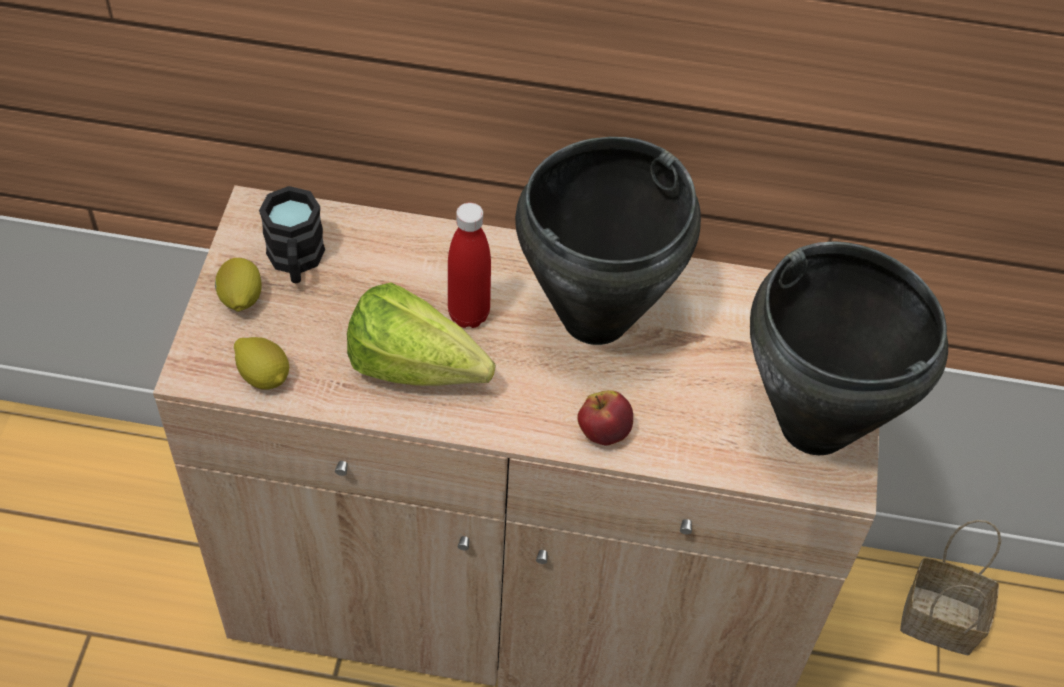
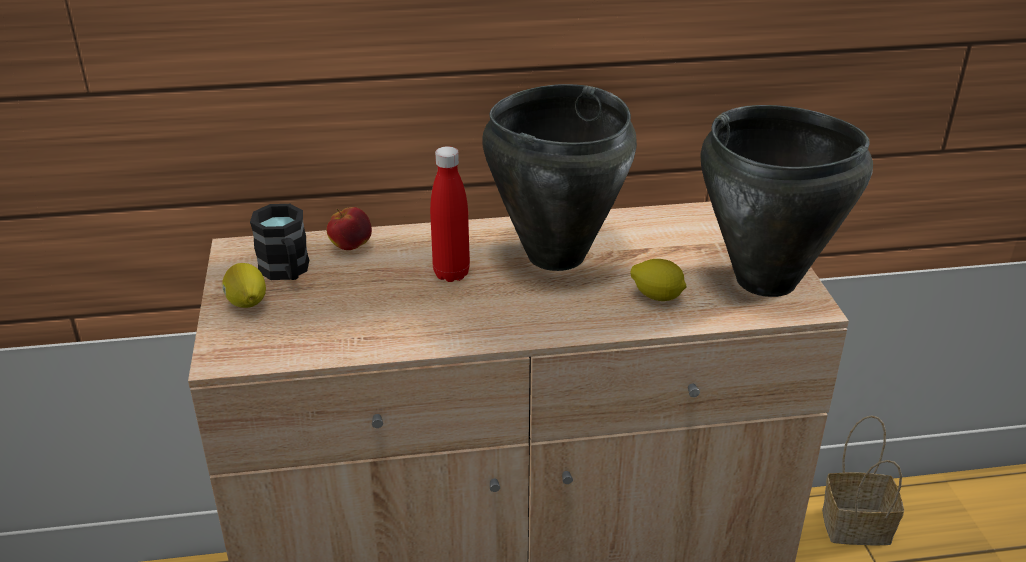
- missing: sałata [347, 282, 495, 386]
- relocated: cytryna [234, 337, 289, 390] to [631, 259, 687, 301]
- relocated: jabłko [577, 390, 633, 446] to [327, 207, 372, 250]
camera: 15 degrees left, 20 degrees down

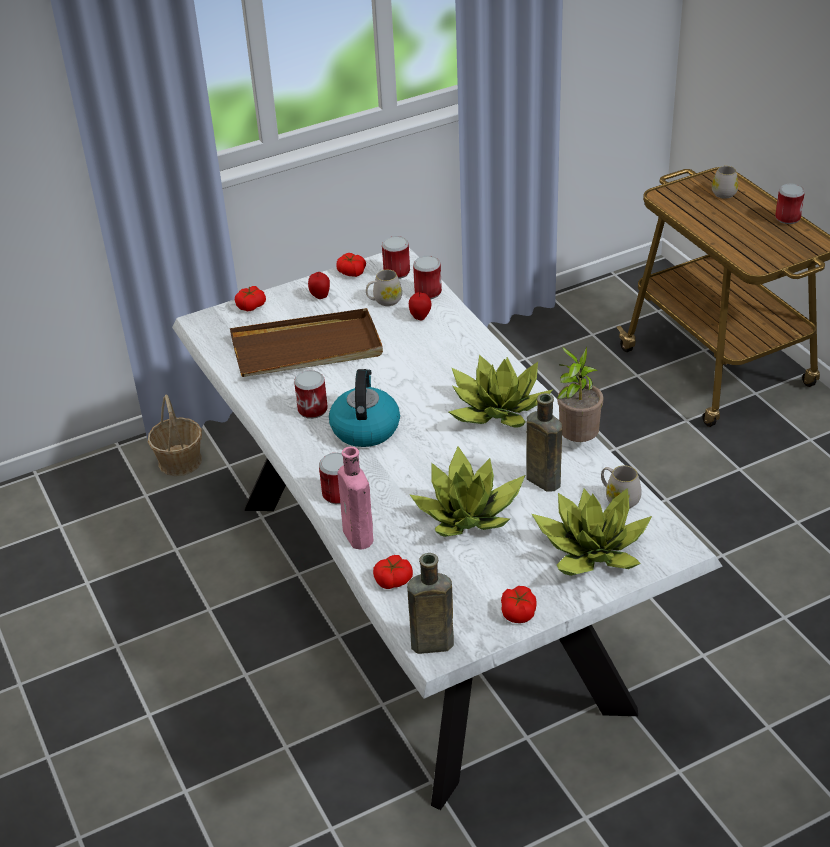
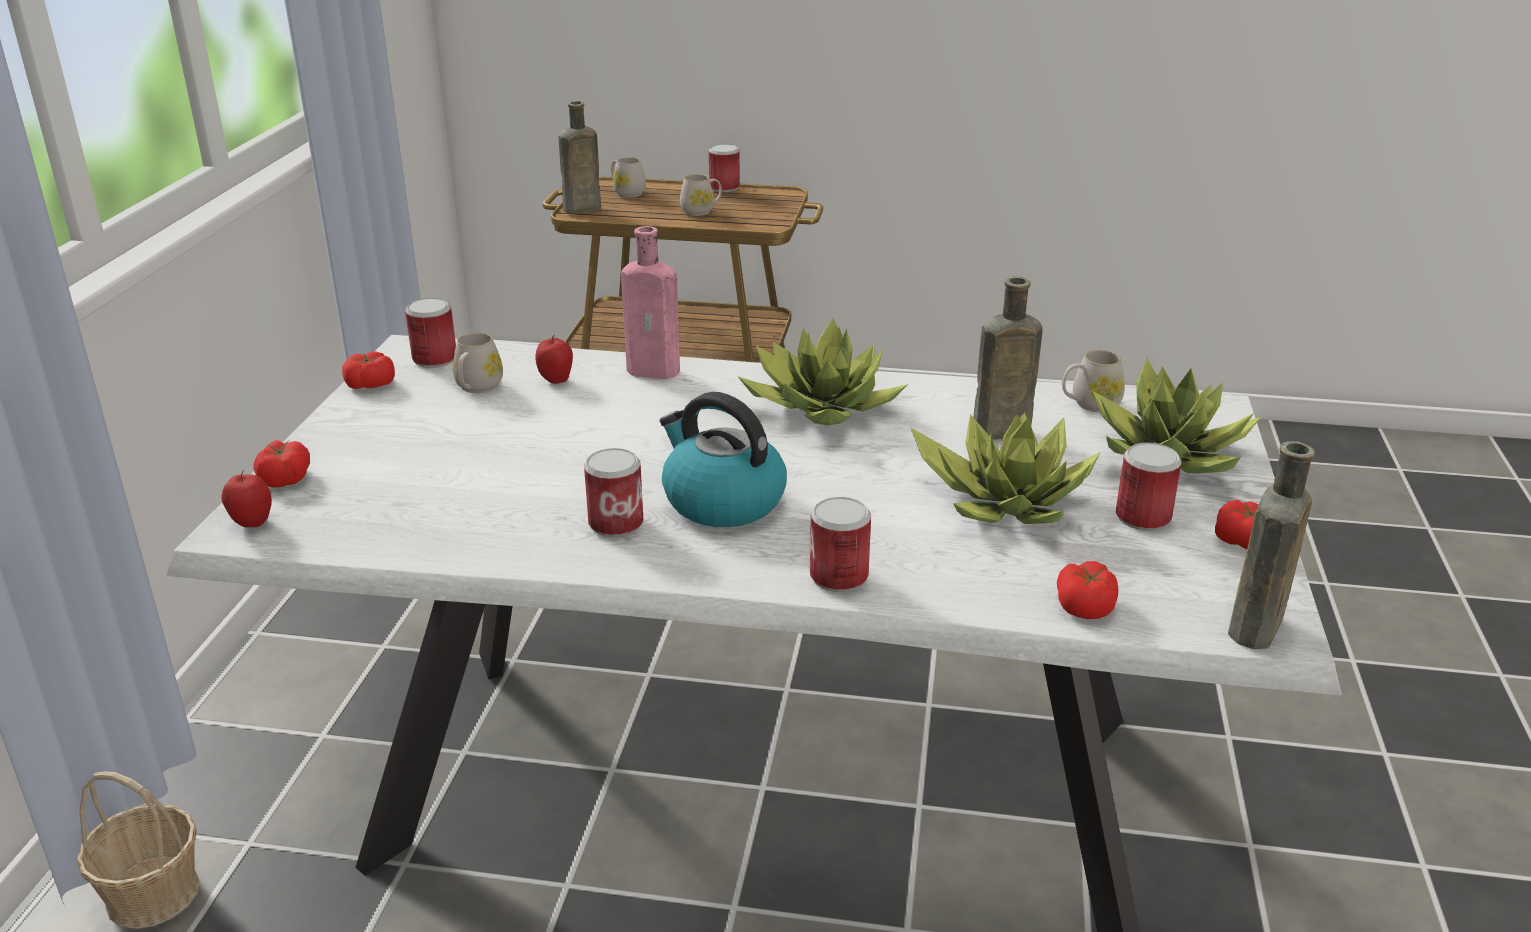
- missing: taca/brązowy [230, 308, 383, 377]
- missing: roślina doniczkowa [557, 346, 603, 442]
- appeared: butelka/brązowy [558, 101, 601, 214]
- appeared: kubek/biały [680, 174, 722, 216]
- relocated: jabłko [308, 272, 330, 299] to [222, 470, 272, 527]
- relocated: butelka/różowy [338, 447, 373, 550] to [621, 226, 680, 379]
- relocated: puszka [413, 256, 442, 299] to [1116, 443, 1181, 531]
camera: 55 degrees left, 10 degrees down

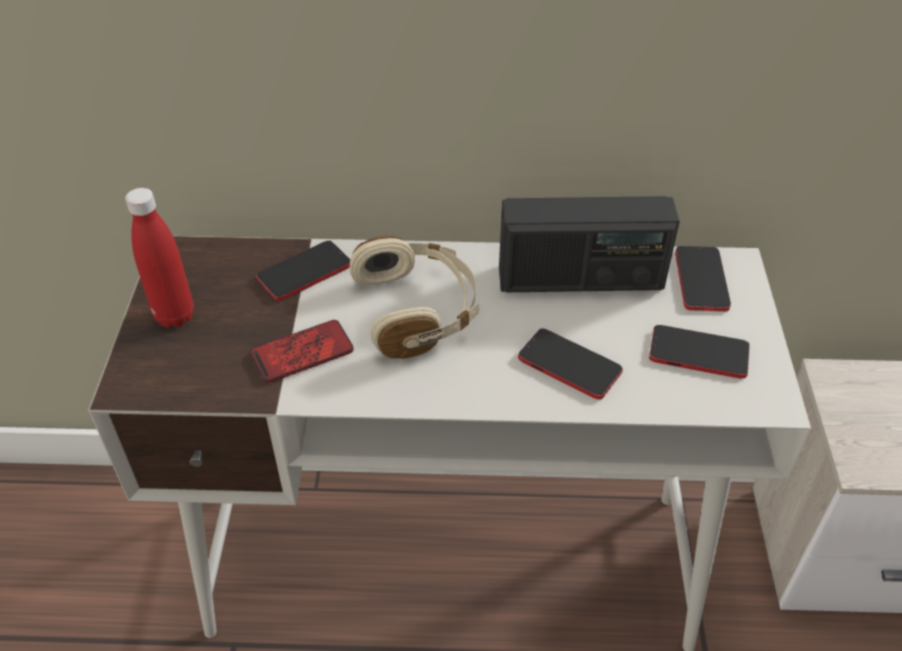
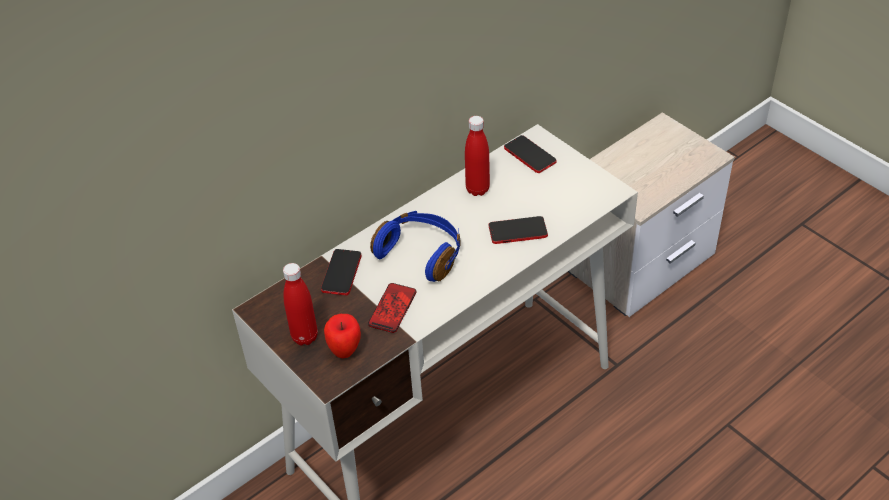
- missing: telefon [649, 325, 750, 378]
- appeared: jabłko [324, 314, 361, 359]
- exchanged: radio [499, 196, 680, 292] to butelka/czerwony [465, 116, 490, 196]
- colour: słuchawki/beżowy [350, 235, 479, 359] to słuchawki/niebieski [370, 211, 461, 282]
camera: 40 degrees left, 0 degrees up

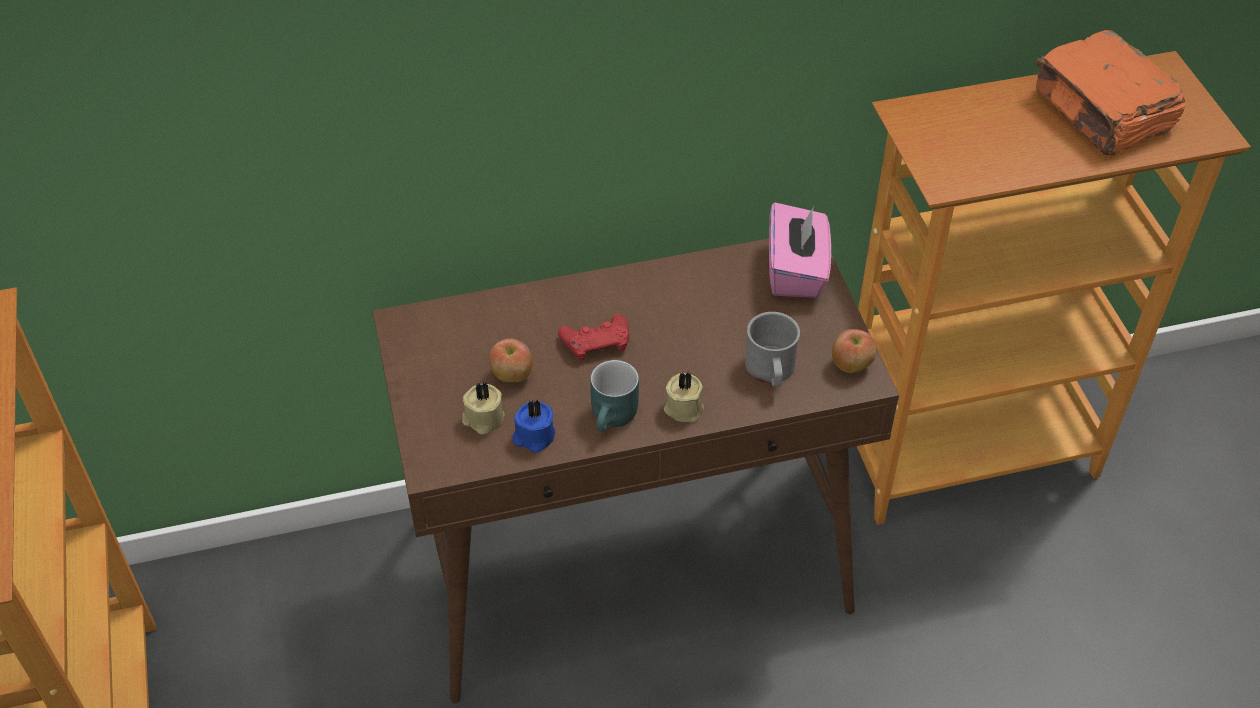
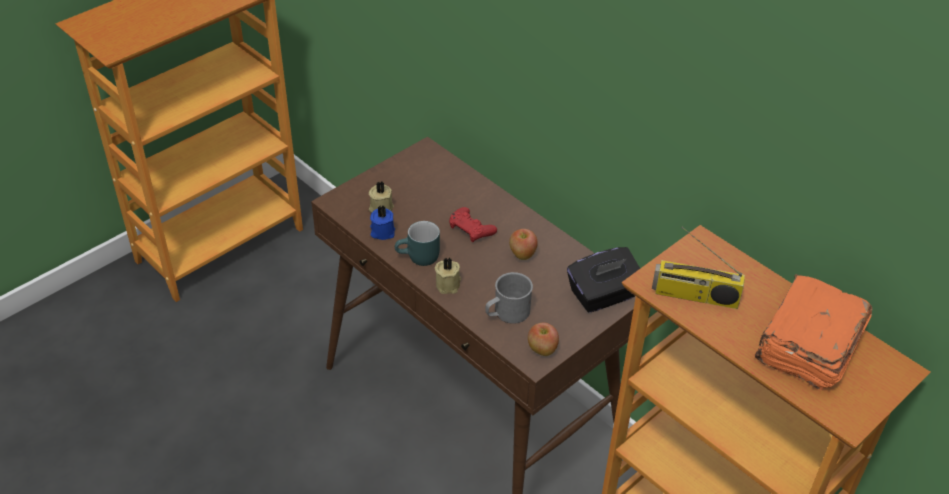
- appeared: radio [652, 227, 745, 309]
- relocated: jabłko [489, 338, 533, 382] to [509, 229, 538, 260]
- colour: pudełko chusteczek/różowy [769, 202, 831, 298] to pudełko chusteczek/czarny [567, 247, 640, 313]
camera: 60 degrees right, 5 degrees down

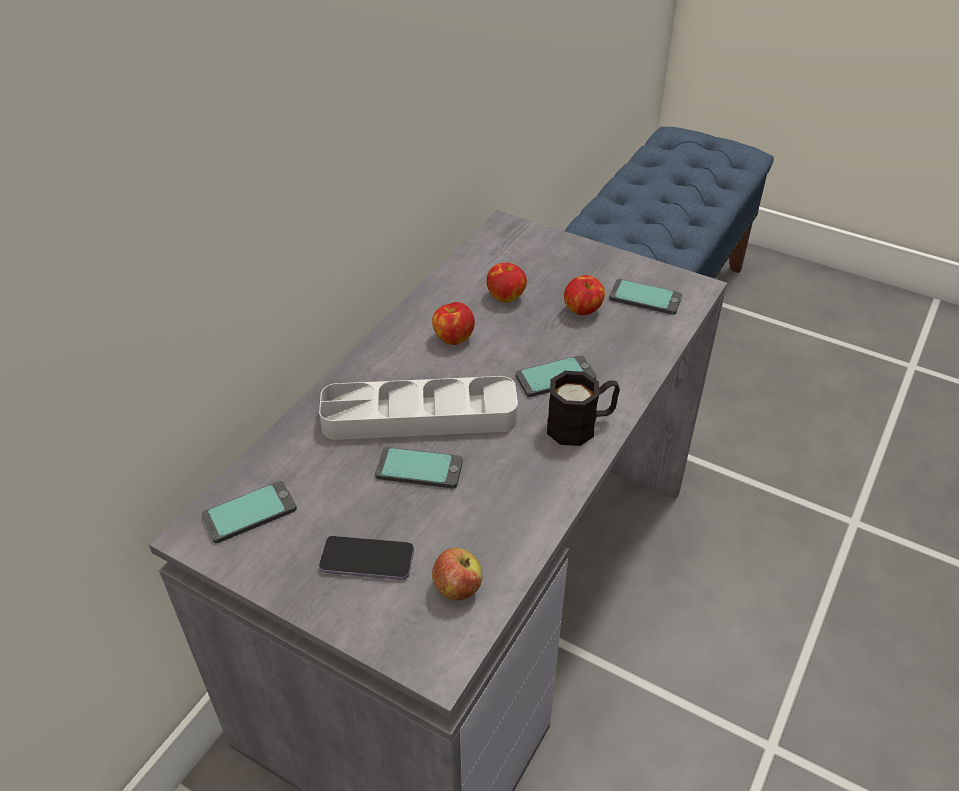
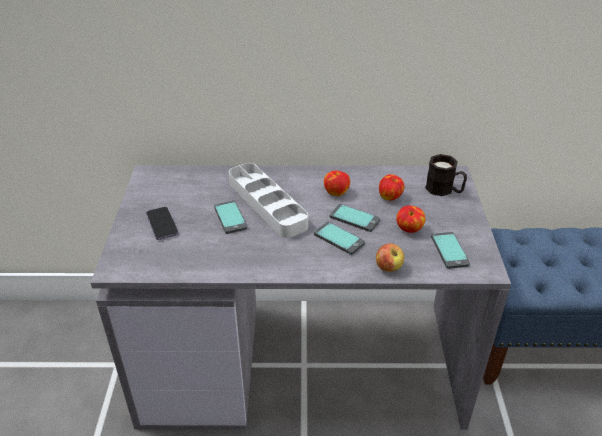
- relocated: telefon [202, 481, 297, 543] to [330, 204, 380, 232]
- relocated: jabłko [432, 548, 482, 601] to [376, 244, 404, 272]
- relocated: kubek/czarny [547, 371, 620, 446] to [425, 154, 467, 196]
camera: 60 degrees right, 5 degrees down

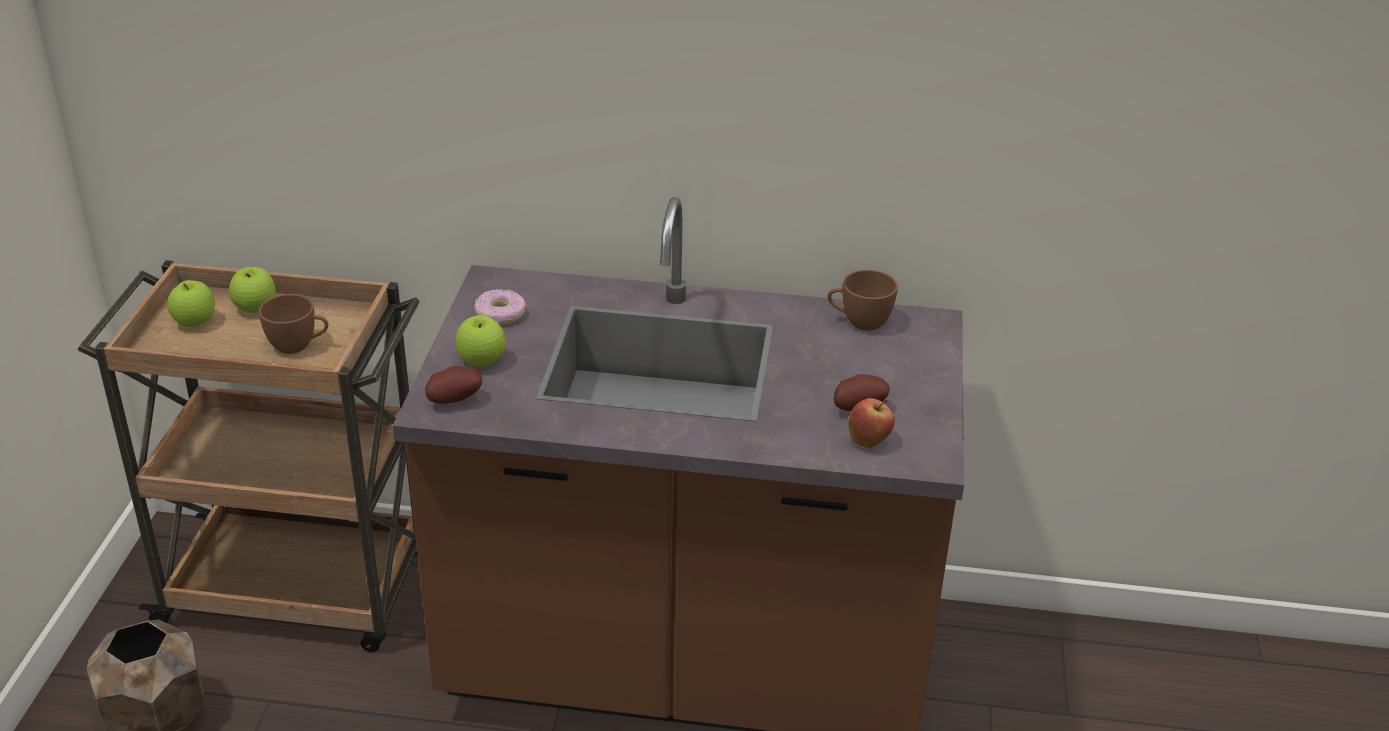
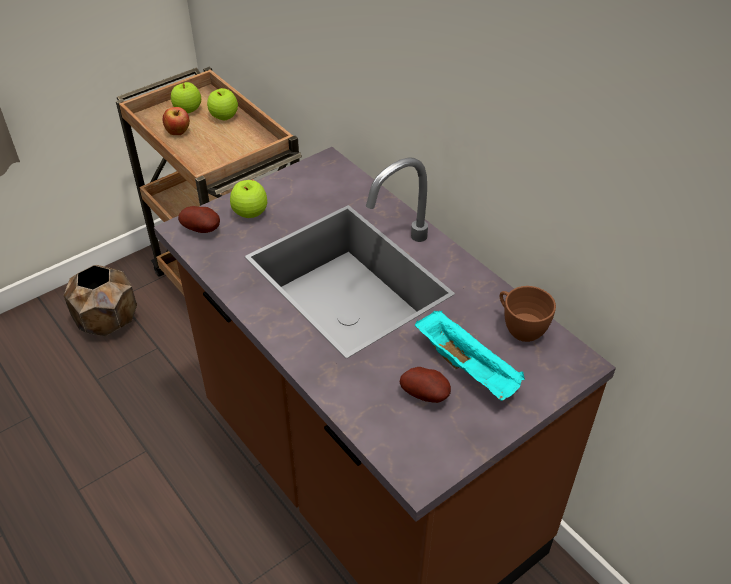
- missing: filiżanka/brązowy [259, 294, 328, 354]
- missing: donut [474, 289, 526, 325]
- appeared: taca/turkusowy [415, 311, 525, 401]
- relocated: jabłko [848, 398, 895, 448] to [163, 107, 190, 135]
camera: 45 degrees right, 10 degrees up

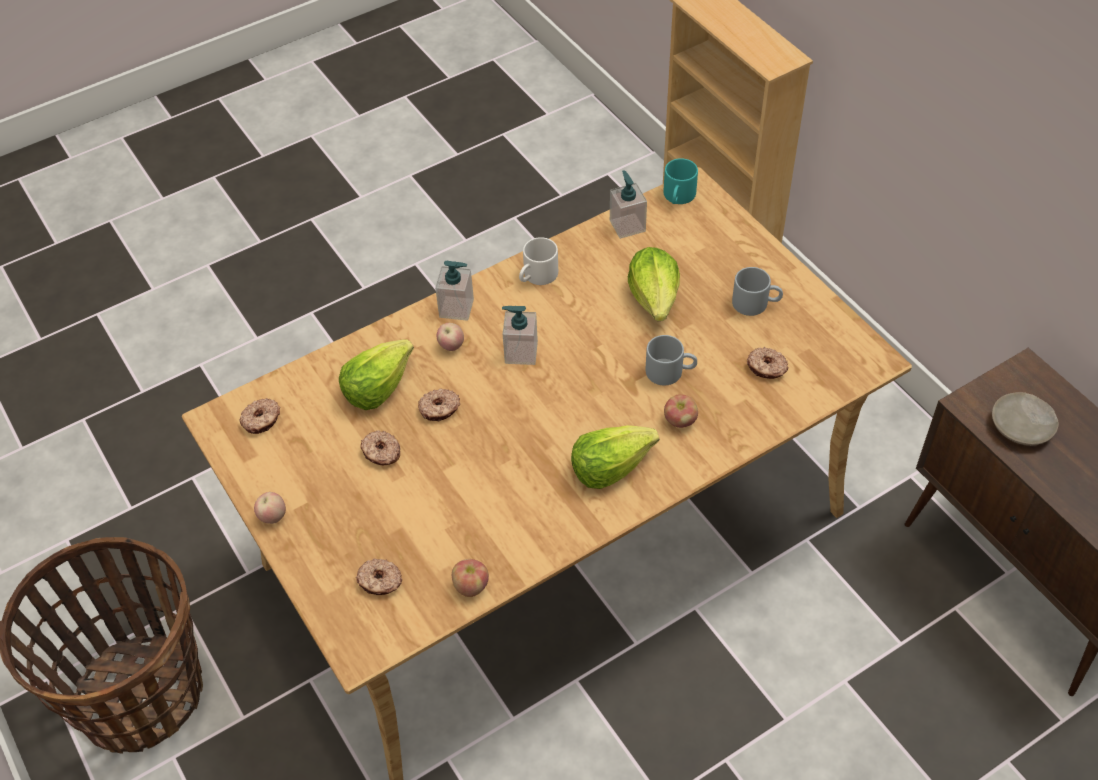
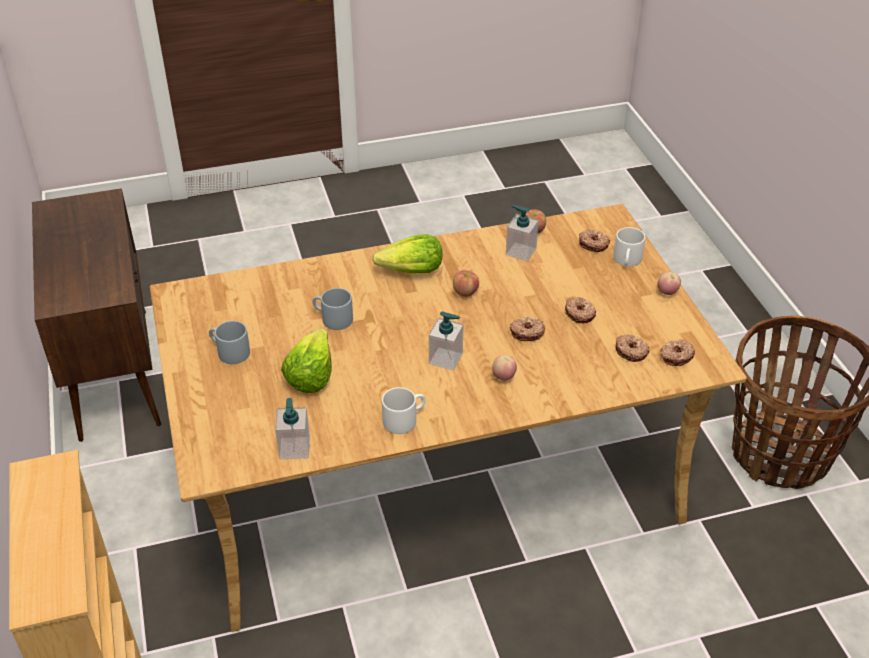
- missing: sałata [339, 339, 414, 410]
- missing: kubek/turkusowy [664, 158, 698, 204]
- missing: talerz/beżowy [992, 392, 1059, 446]
- appeared: kubek/biały [613, 227, 645, 266]
- relocated: dozownik mydła [435, 261, 474, 321] to [506, 205, 539, 261]
- relocated: jabłko [664, 394, 698, 428] to [453, 270, 479, 297]
- relocated: donut [747, 347, 788, 379] to [615, 334, 650, 362]
camera: 165 degrees left, 10 degrees down

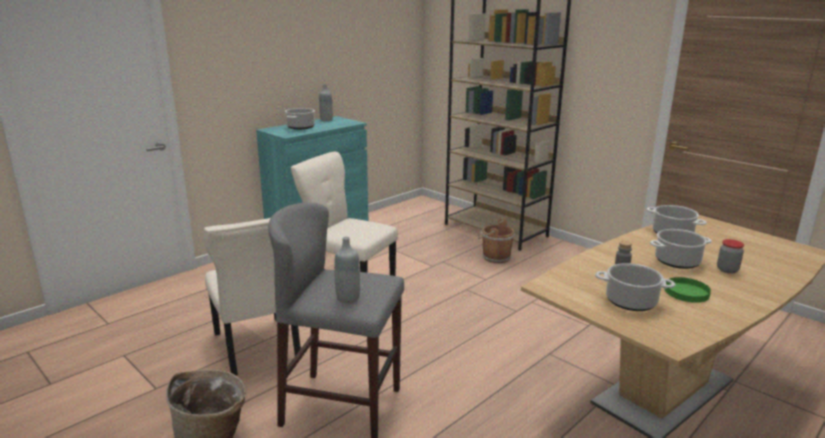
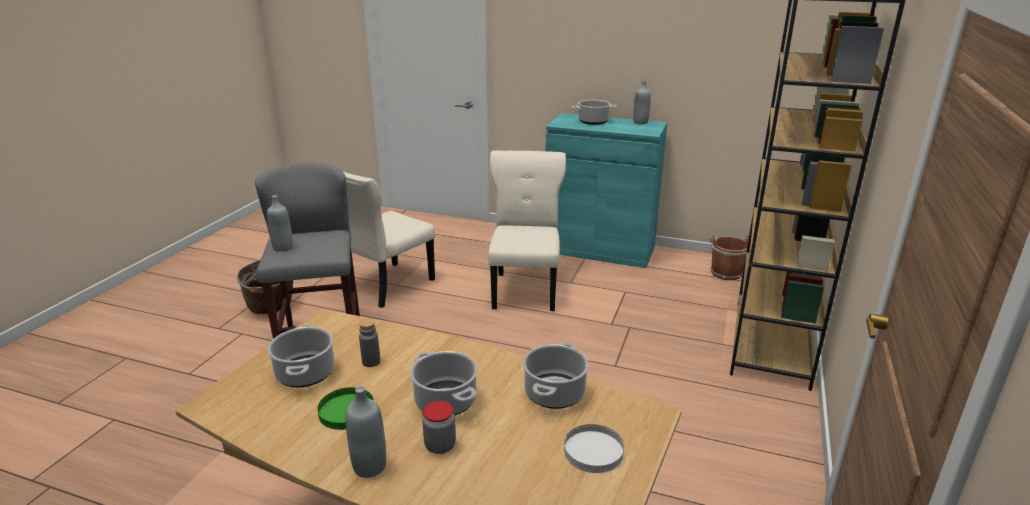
- appeared: butelka/szary [346, 386, 386, 478]
- appeared: talerz/biały [564, 424, 624, 473]
- relocated: wiadro/brązowy [478, 218, 515, 263] to [710, 235, 750, 280]
camera: 65 degrees right, 5 degrees up

